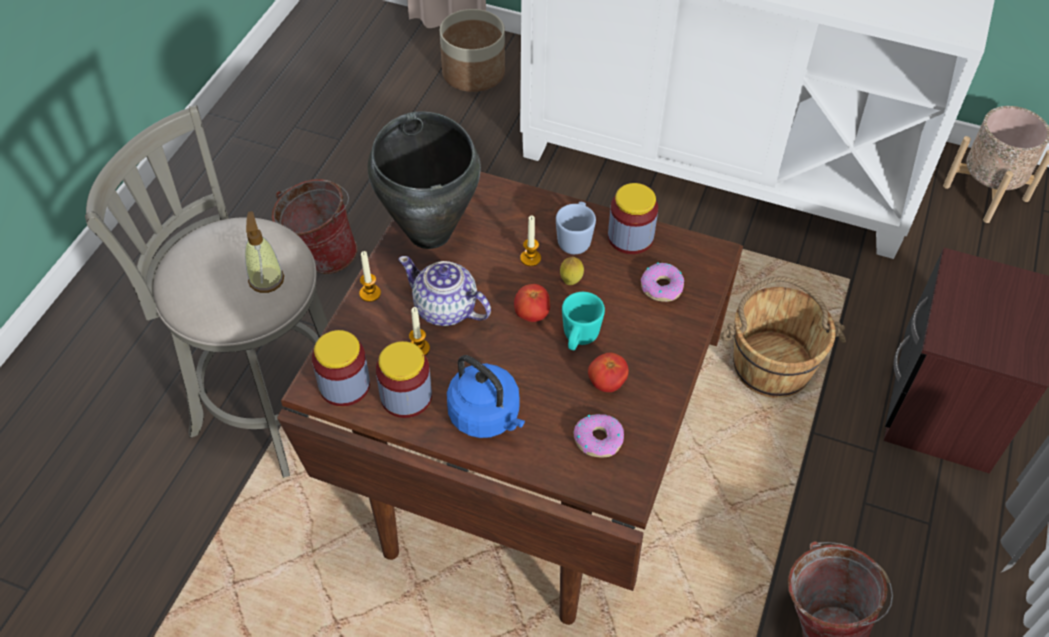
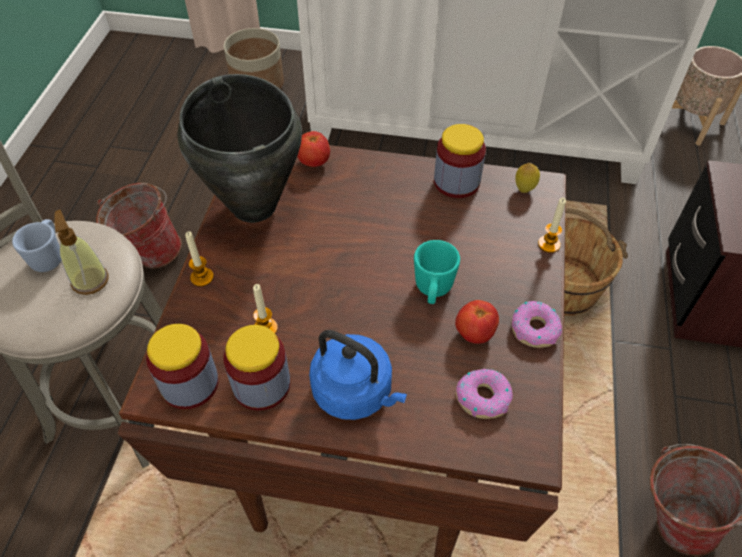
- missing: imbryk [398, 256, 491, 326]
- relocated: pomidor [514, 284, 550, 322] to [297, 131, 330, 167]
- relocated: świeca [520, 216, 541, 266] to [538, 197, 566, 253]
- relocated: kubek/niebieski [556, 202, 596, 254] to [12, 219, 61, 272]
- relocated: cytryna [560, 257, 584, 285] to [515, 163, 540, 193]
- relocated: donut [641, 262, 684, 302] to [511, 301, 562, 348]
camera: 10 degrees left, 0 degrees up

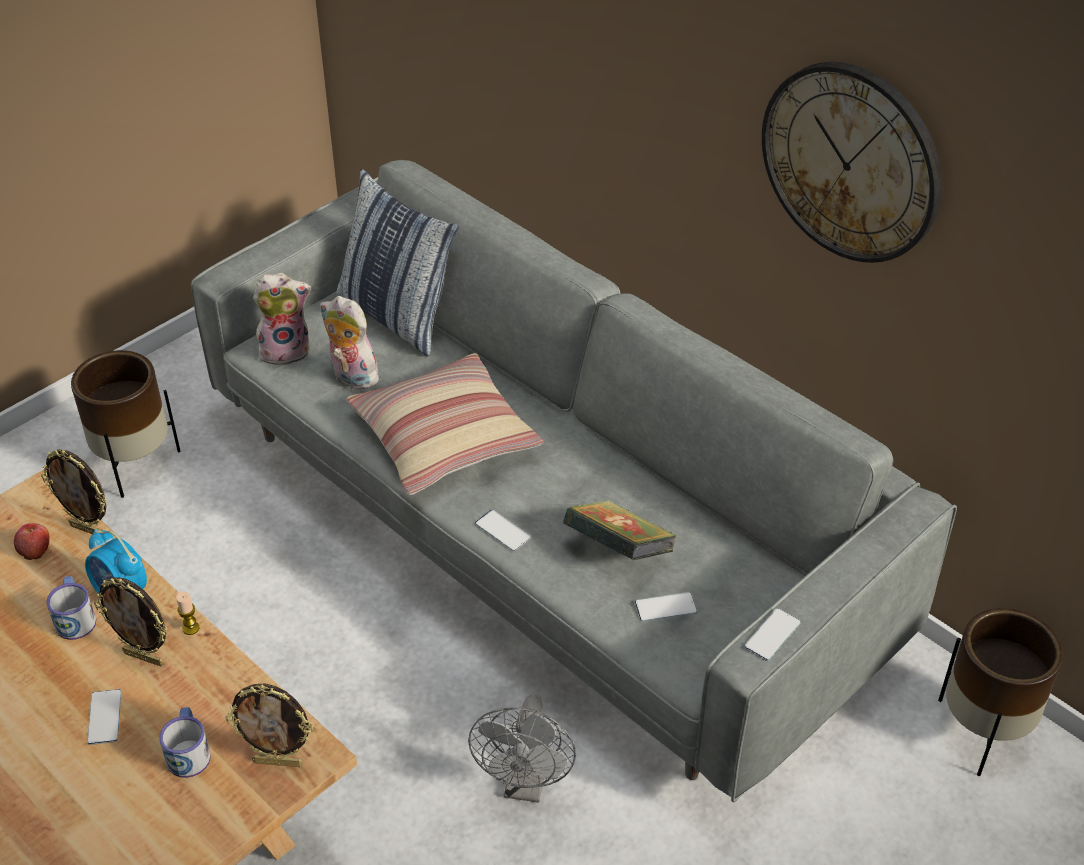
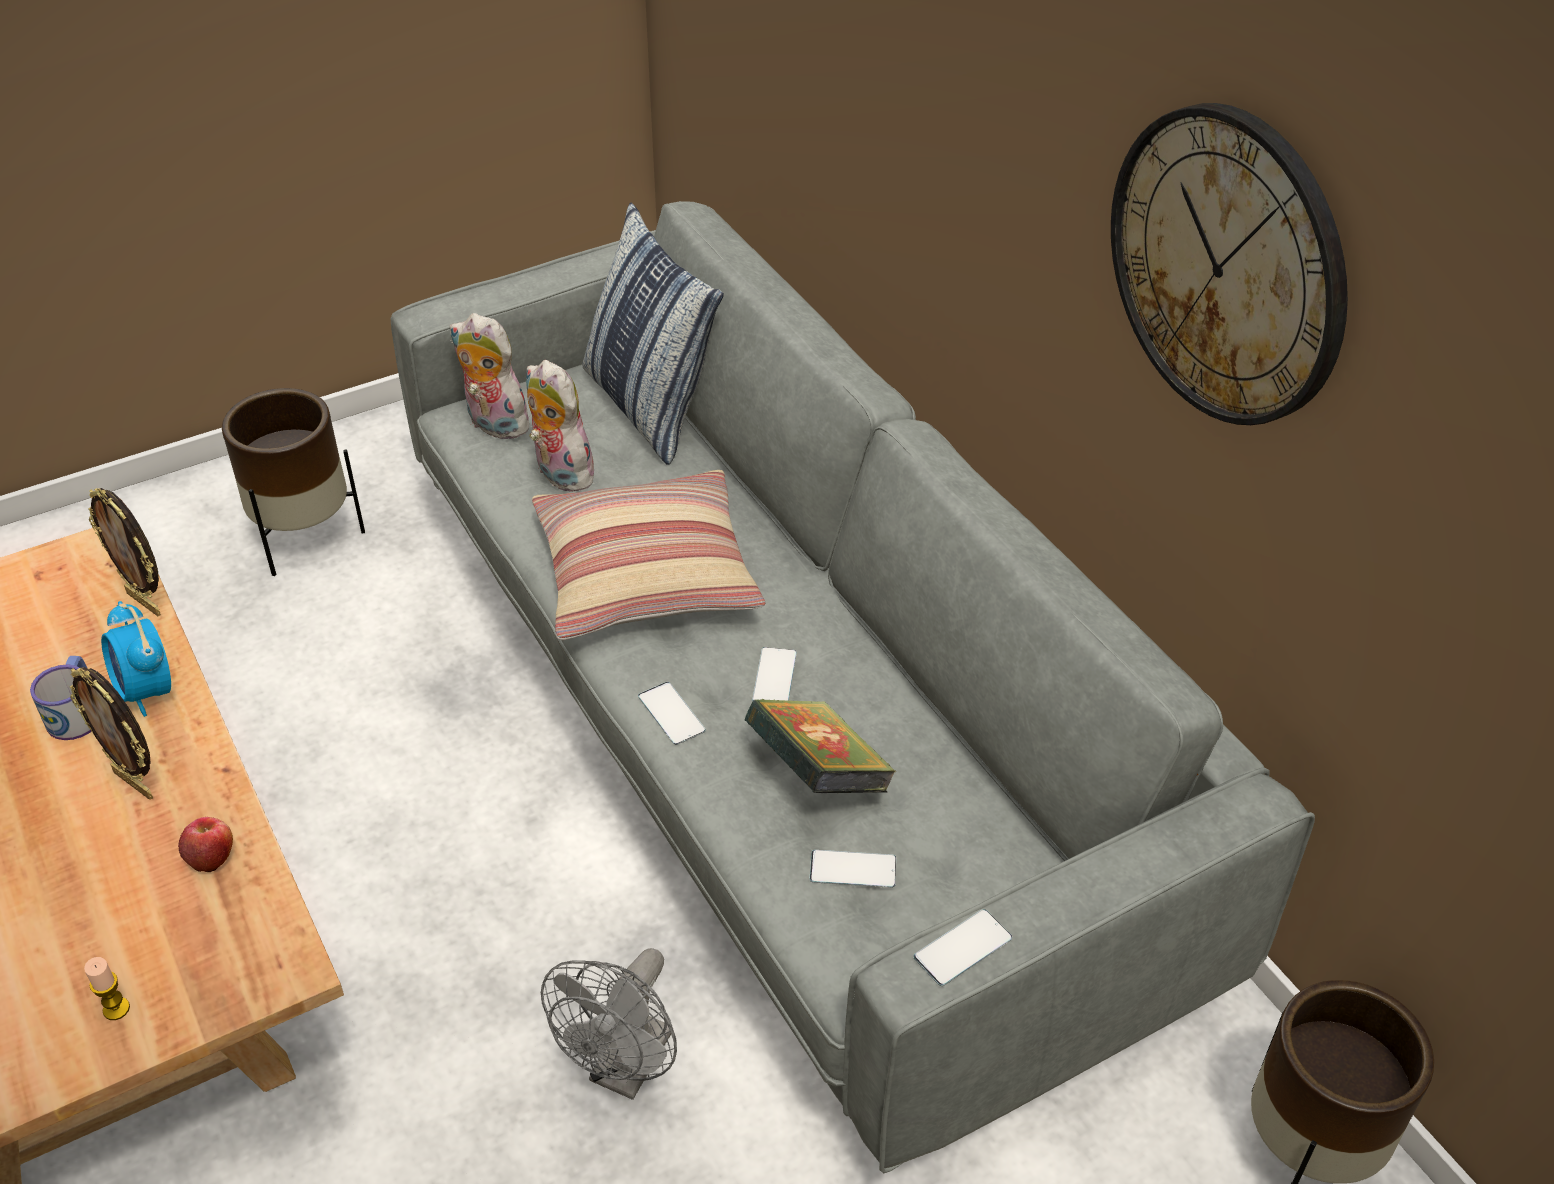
- missing: kubek [159, 707, 211, 778]
- missing: ramka na zdjęcie [225, 683, 313, 767]
- relocated: jabłko [14, 523, 50, 560] to [178, 817, 233, 872]
- relocated: telefon [87, 689, 121, 745] to [752, 647, 797, 701]
- relocated: świeca [176, 591, 200, 635] to [84, 957, 130, 1020]
- spun: pluszak [253, 273, 311, 366] = [450, 313, 532, 439] 150 degrees counterclockwise
camera: 15 degrees right, 0 degrees up

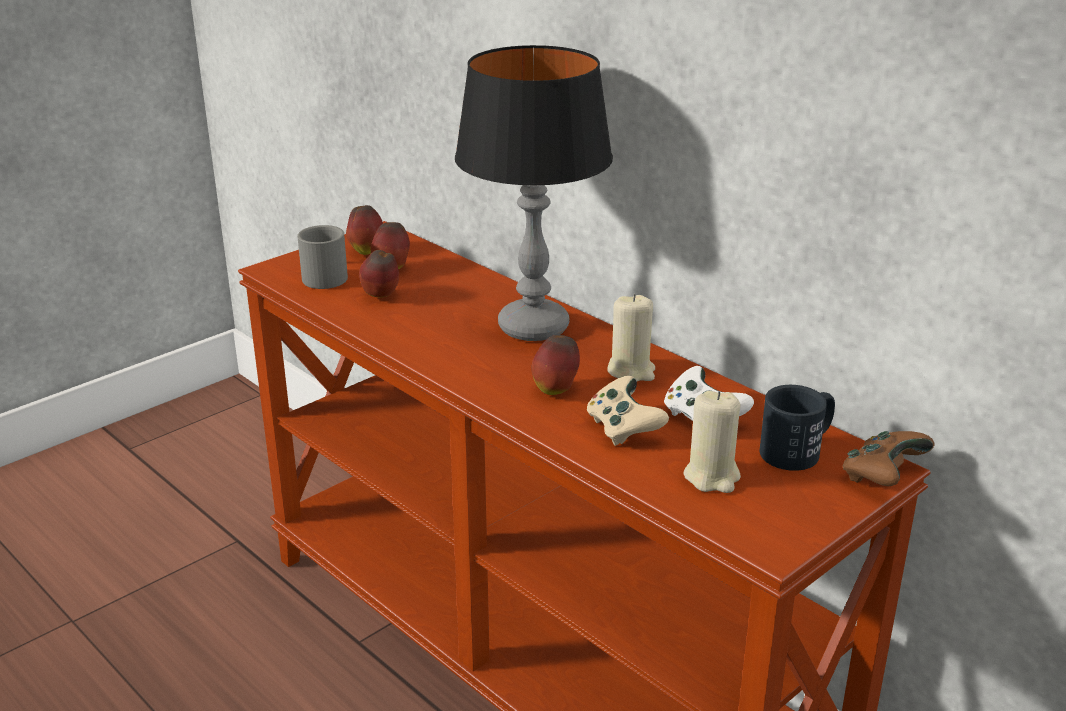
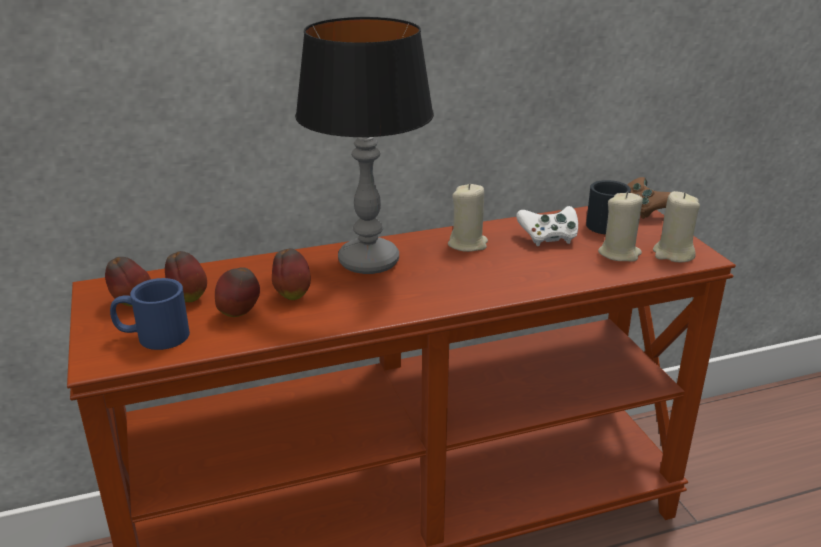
- missing: pad do gier/beżowy [587, 376, 669, 446]
- appeared: świeca/beżowy [653, 191, 700, 262]
- relocated: jabłko [532, 335, 580, 395] to [272, 248, 311, 300]
- colour: kubek/szary [297, 225, 348, 289] to kubek/niebieski [110, 278, 190, 350]
camera: 65 degrees left, 0 degrees up

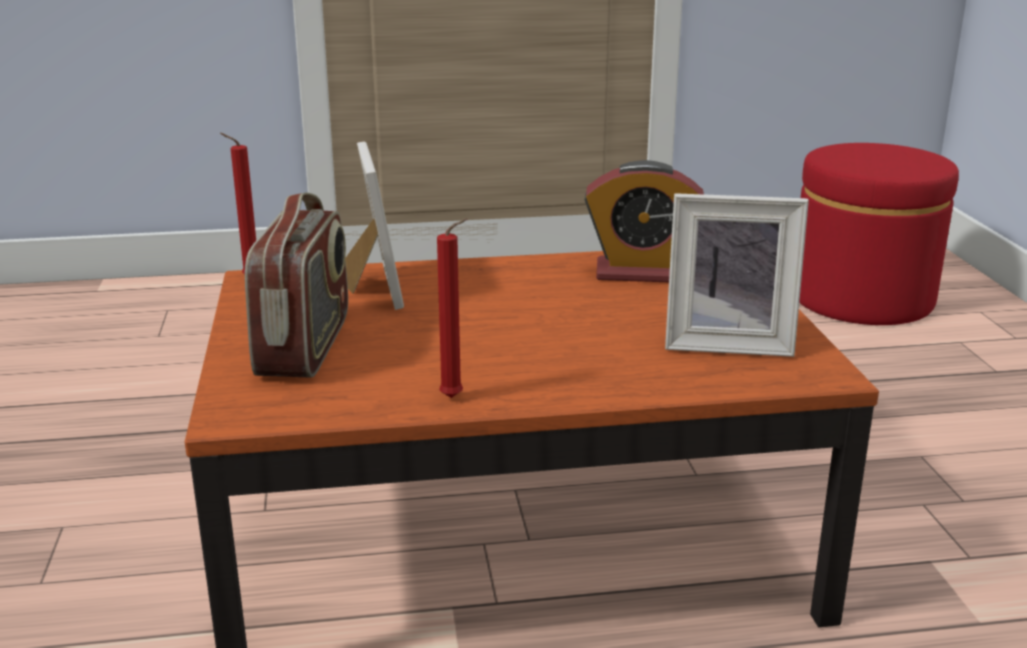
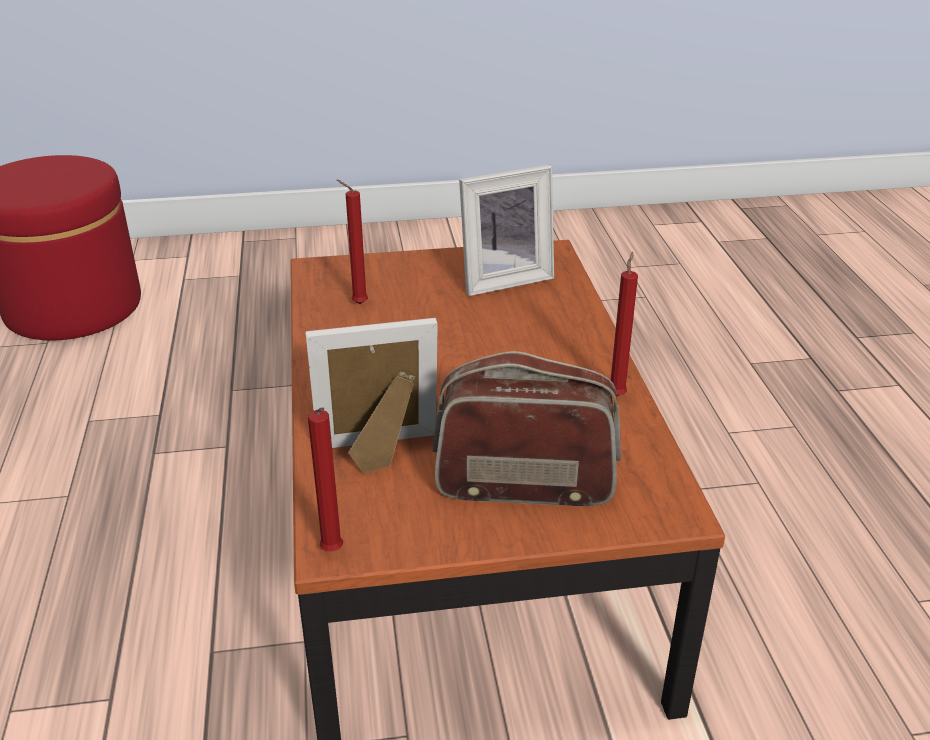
- exchanged: budzik [585, 160, 704, 282] to świeca/czerwony [337, 180, 368, 304]
- spun: ramka na zdjęcie [665, 193, 809, 357] = [459, 164, 554, 296] 60 degrees clockwise
camera: 90 degrees left, 10 degrees up

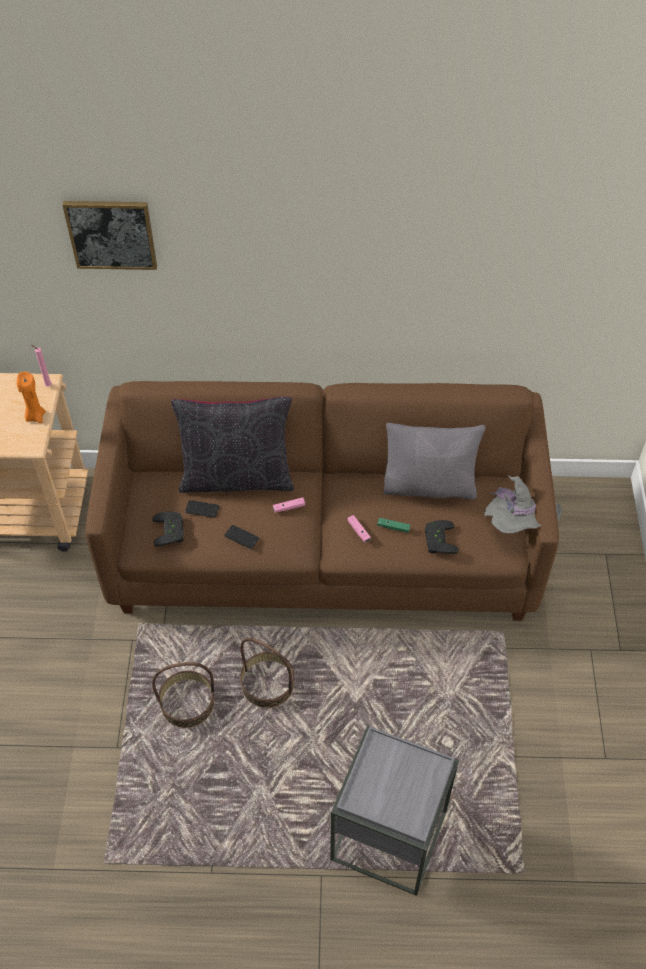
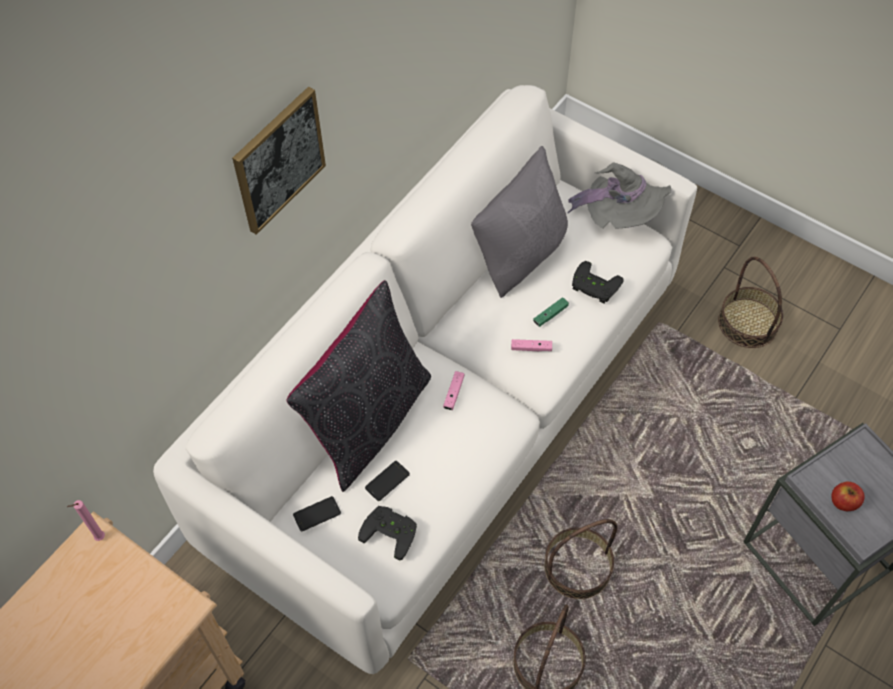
- missing: świeca/pomarańczowy [17, 371, 46, 423]
- appeared: koszyk [718, 256, 783, 348]
- appeared: jabłko [831, 482, 865, 511]
- relocated: obraz [62, 201, 157, 270] to [232, 87, 326, 235]
- relocated: telefon [224, 525, 259, 549] to [293, 496, 341, 532]
- colour: kanapa/brązowy [85, 381, 559, 621] to kanapa/biały [153, 85, 697, 674]
camera: 55 degrees left, 5 degrees up

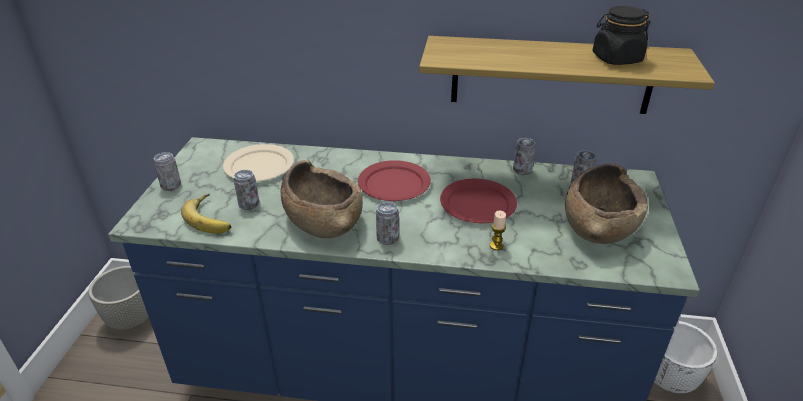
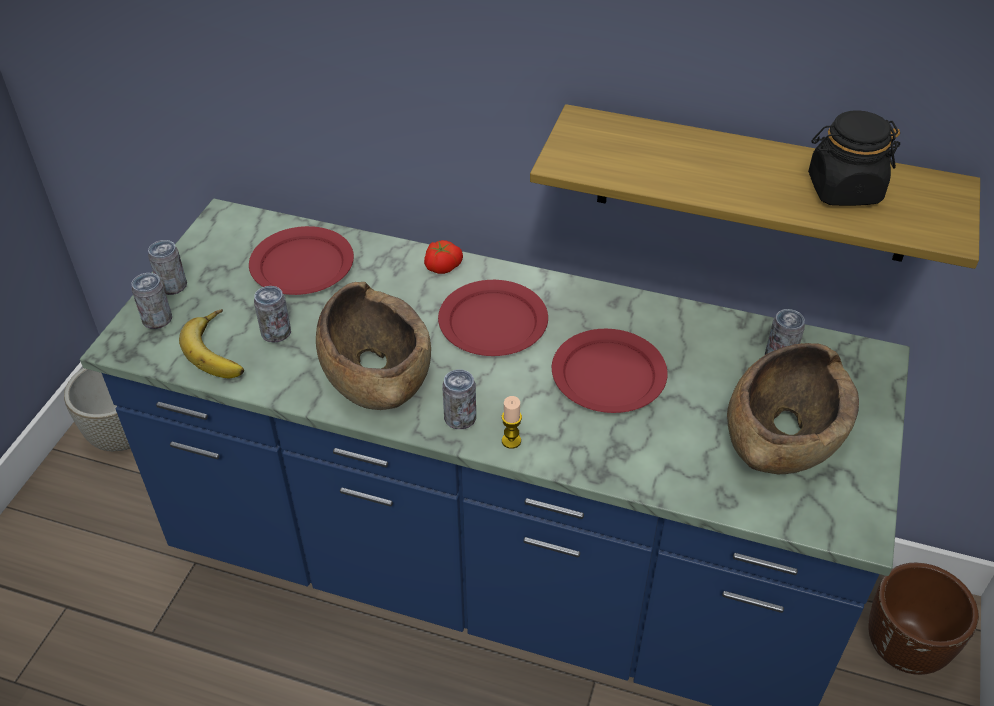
- appeared: pomidor [424, 240, 463, 274]
- relocated: świeca [490, 210, 506, 250] to [502, 396, 522, 449]
- relocated: puszka [513, 138, 536, 175] to [132, 273, 172, 329]
- colour: talerz/beżowy [223, 144, 294, 181] to talerz/czerwony [249, 226, 354, 295]
- colour: donica/biały [654, 321, 717, 393] to donica/brązowy [868, 563, 979, 675]
camera: 10 degrees right, 10 degrees up

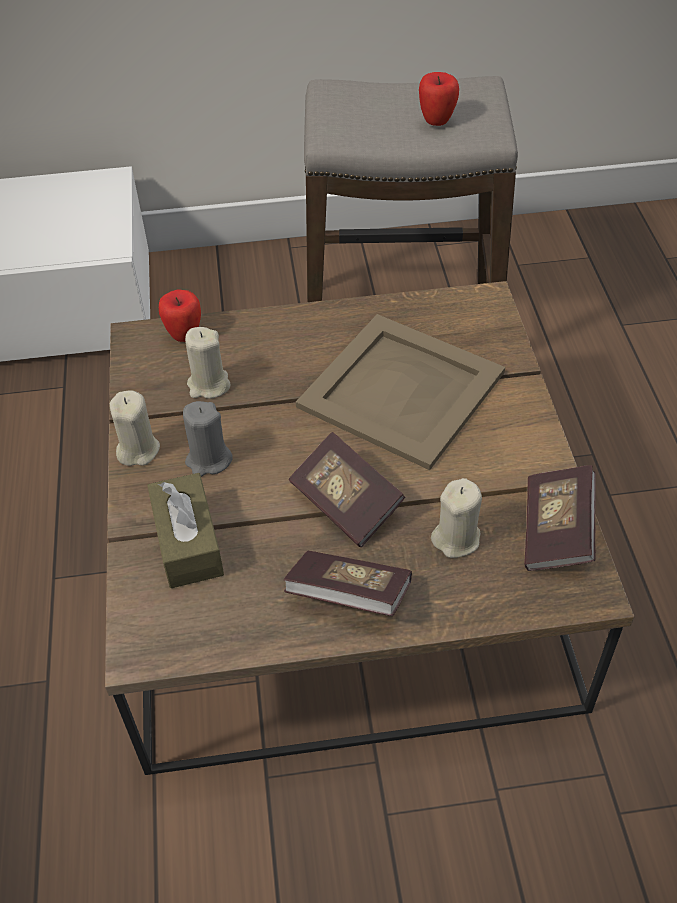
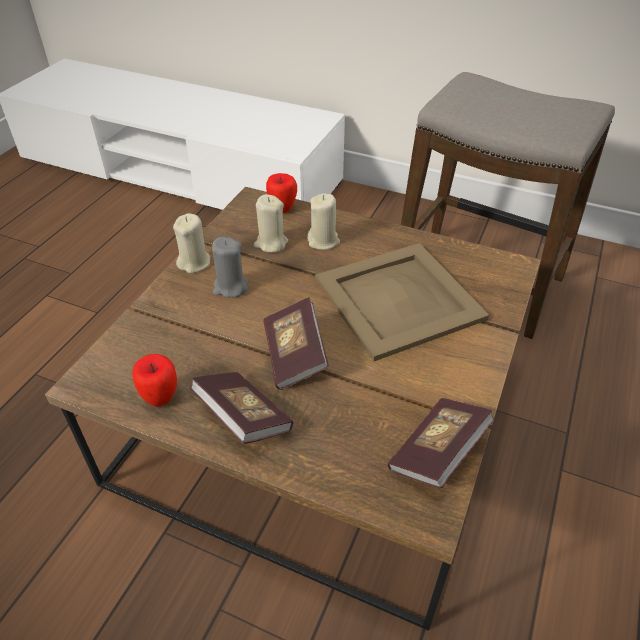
- missing: pudełko chusteczek/brązowy [147, 473, 224, 588]
- relocated: jabłko [419, 72, 459, 126] to [132, 354, 177, 407]
- relocated: świeca/beżowy [431, 478, 482, 558] to [307, 193, 340, 250]
camera: 30 degrees right, 5 degrees down

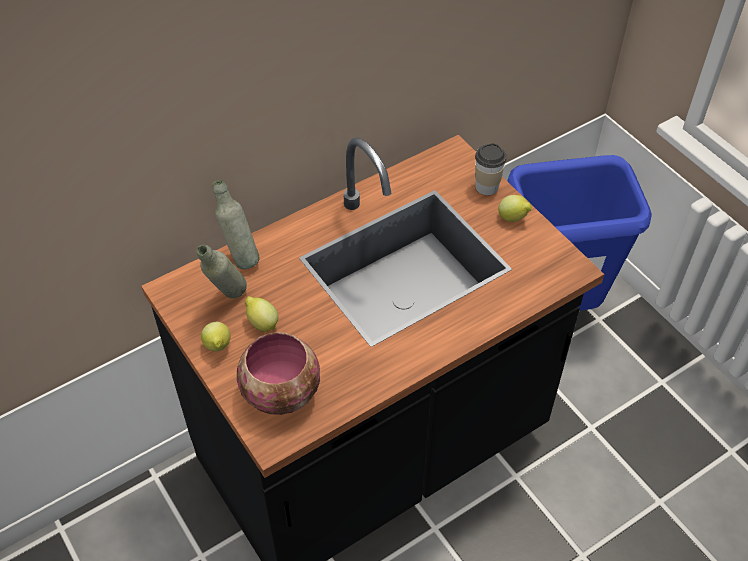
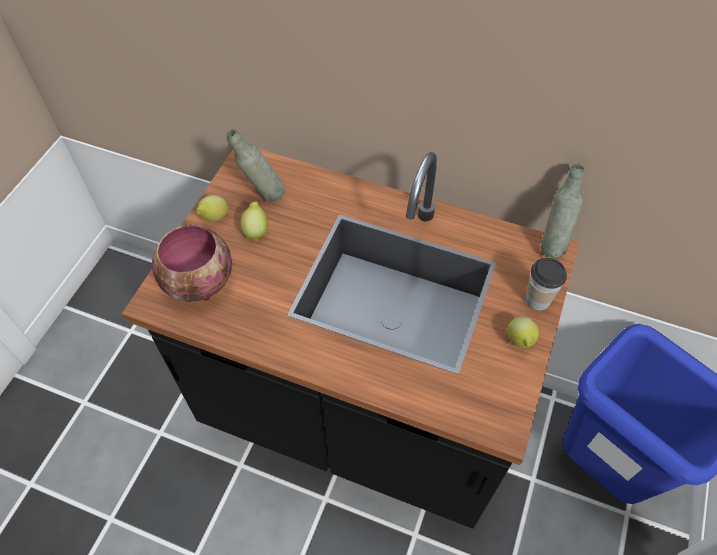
- relocated: butelka/szary [212, 180, 260, 269] to [541, 164, 584, 258]
camera: 55 degrees right, 5 degrees up

